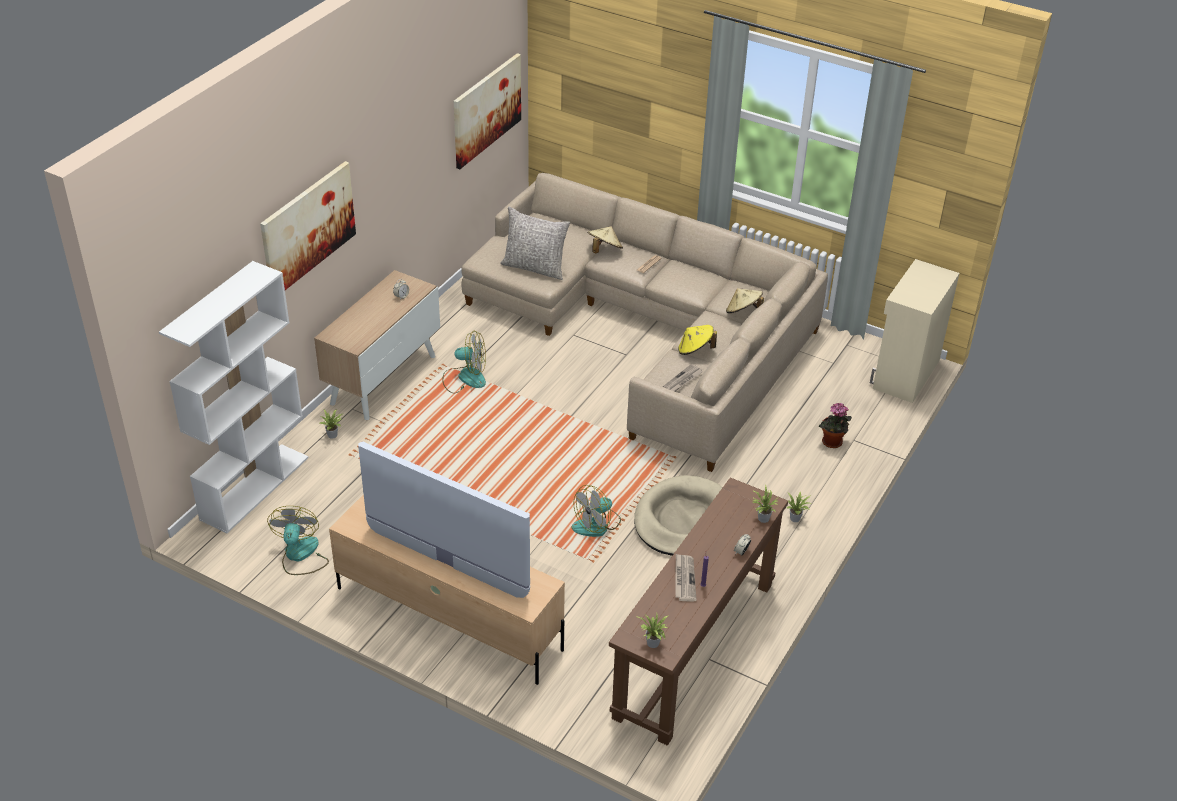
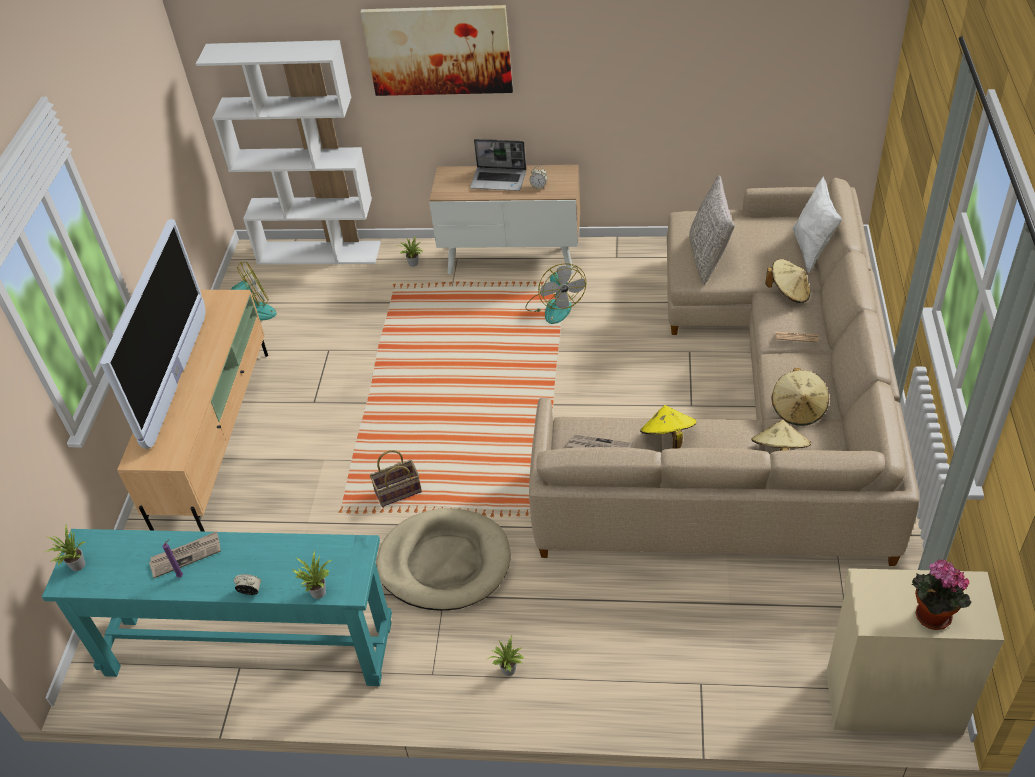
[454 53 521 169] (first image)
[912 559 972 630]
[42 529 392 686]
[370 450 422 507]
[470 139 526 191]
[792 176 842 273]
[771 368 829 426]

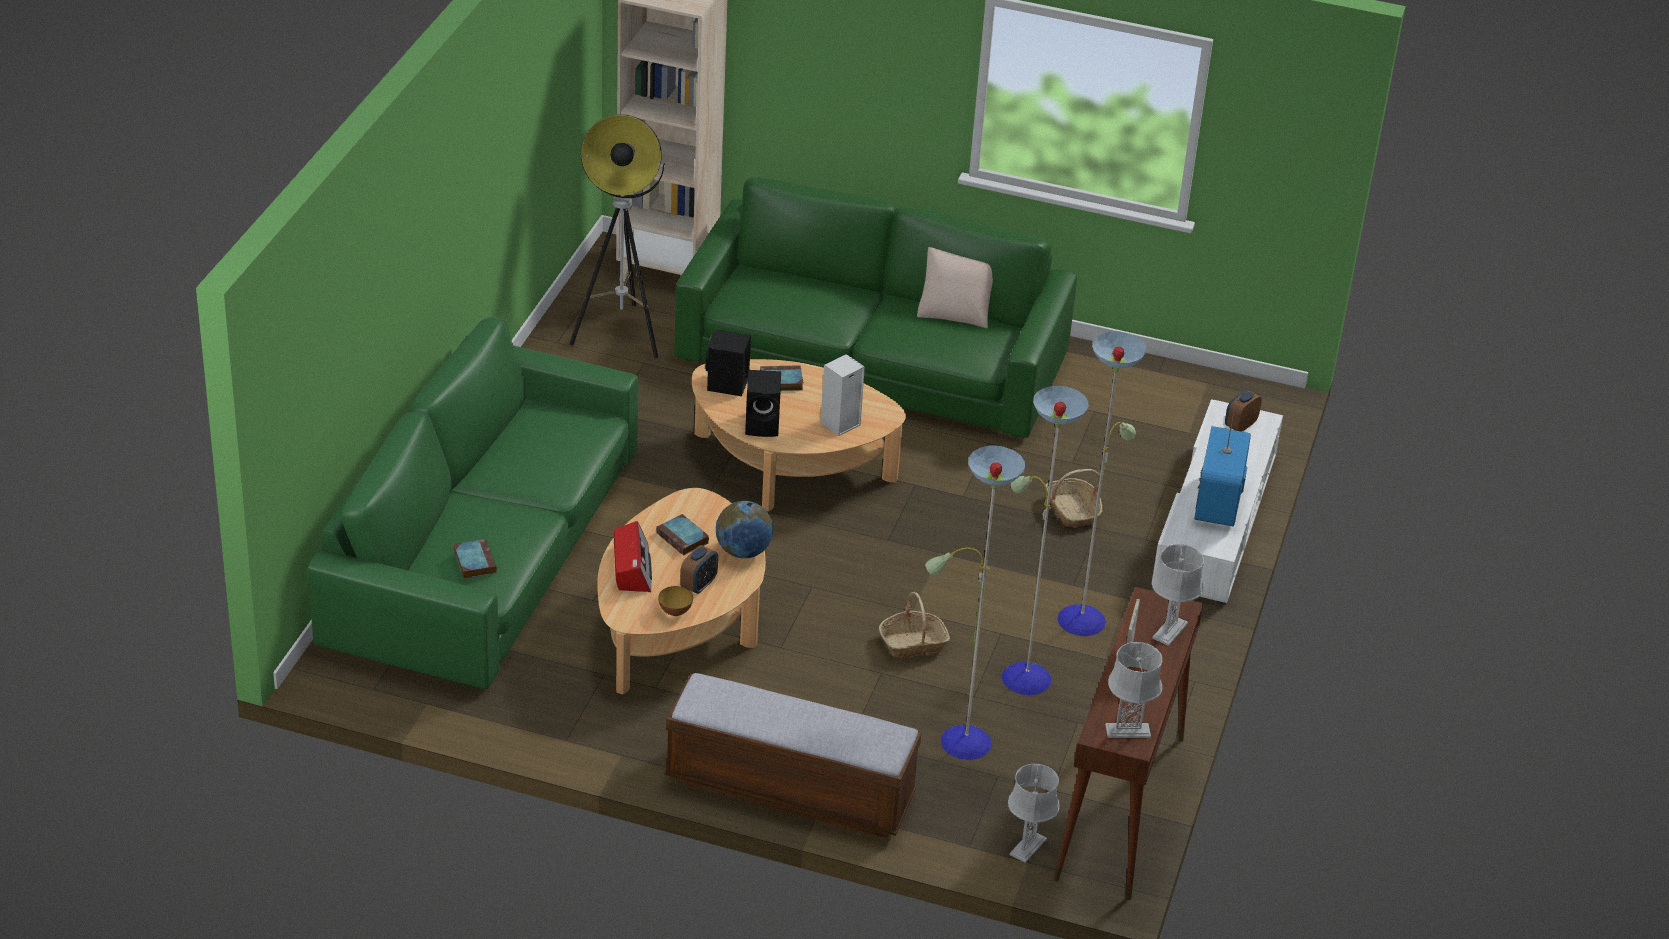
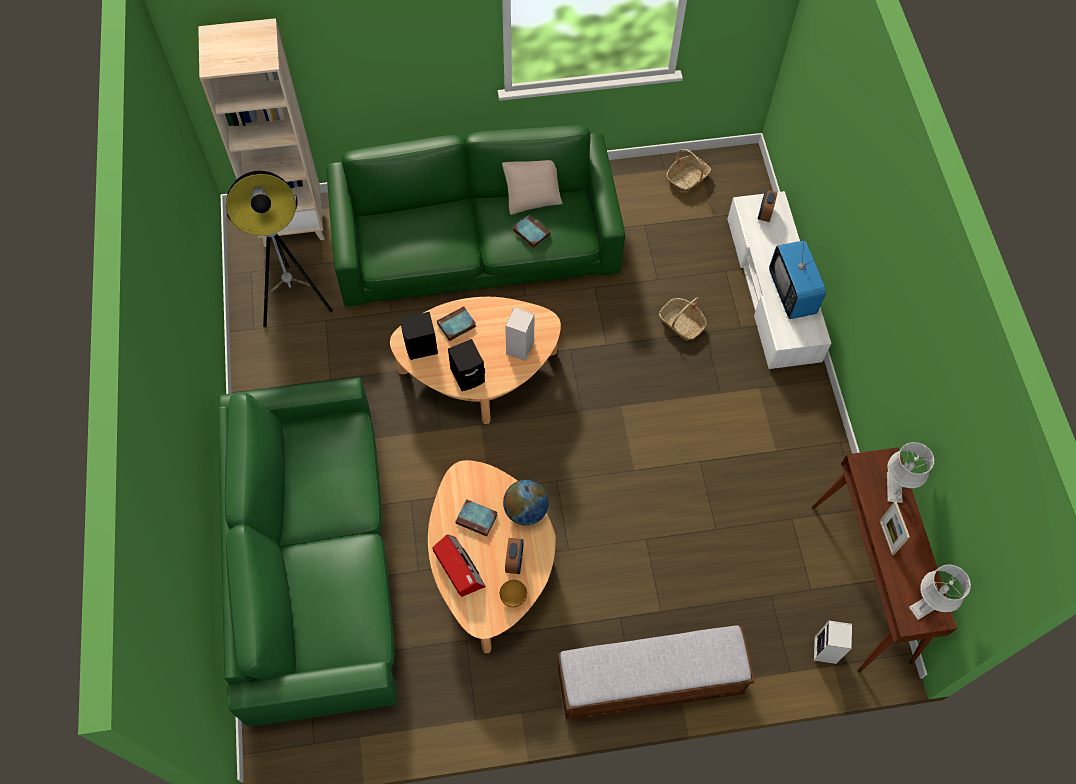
[925 331 1146 760] (first image)
[513 215 550 248]
[666 149 711 193]
[814 621 852 664]

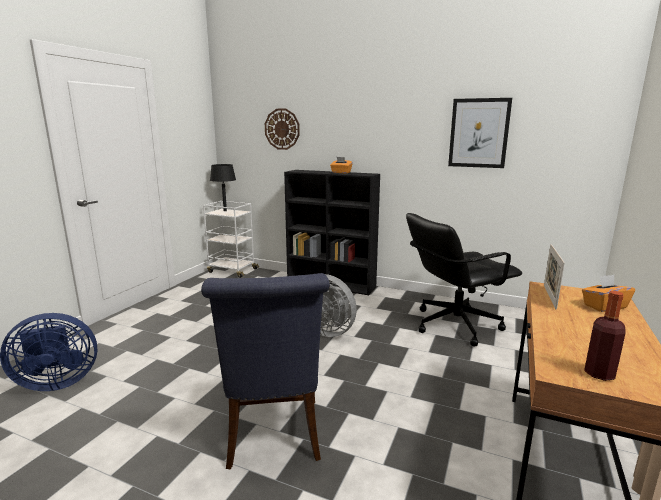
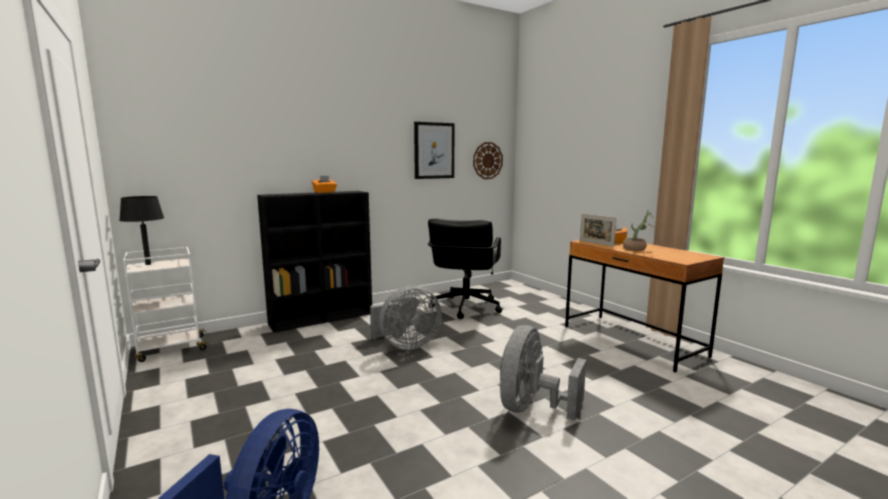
[473 142 503 179]
[500 325 586 420]
[584 291 626 381] (first image)
[623 210 654 251]

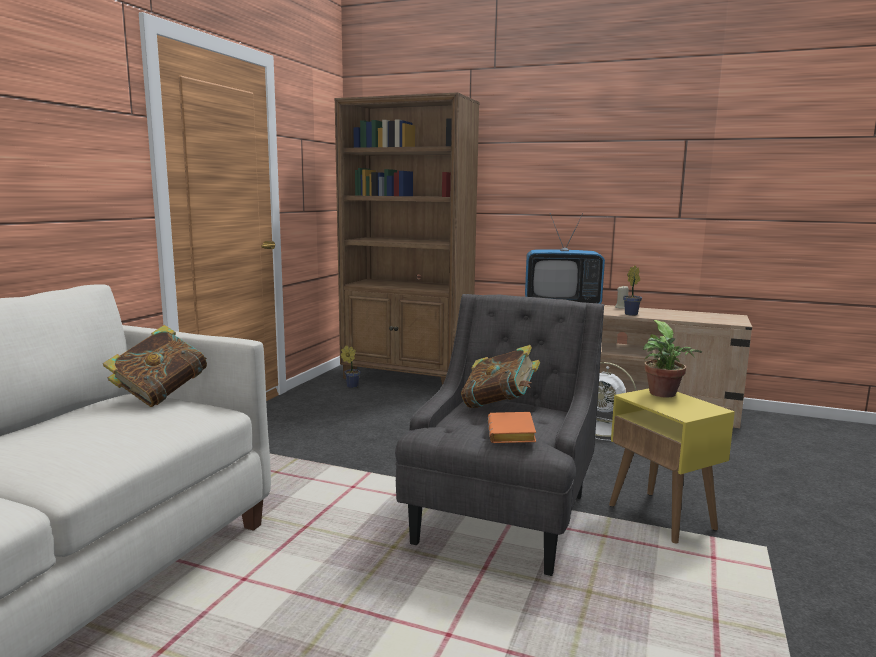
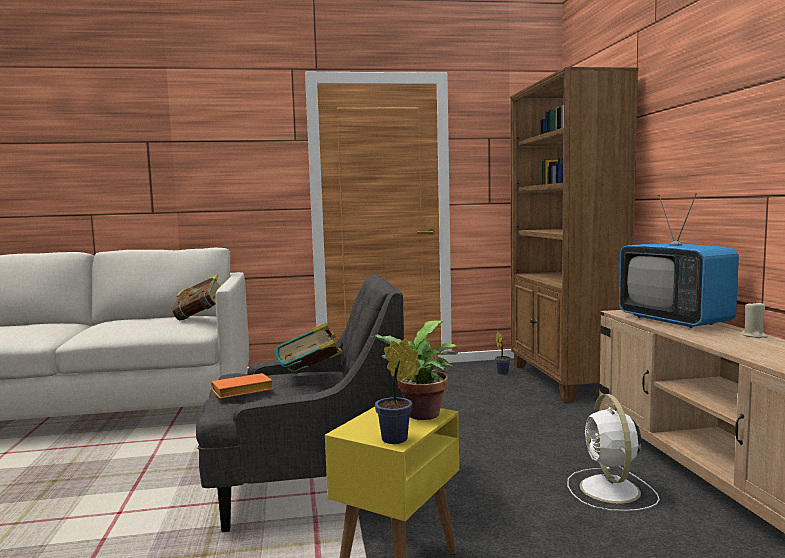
[375 339 421 444]

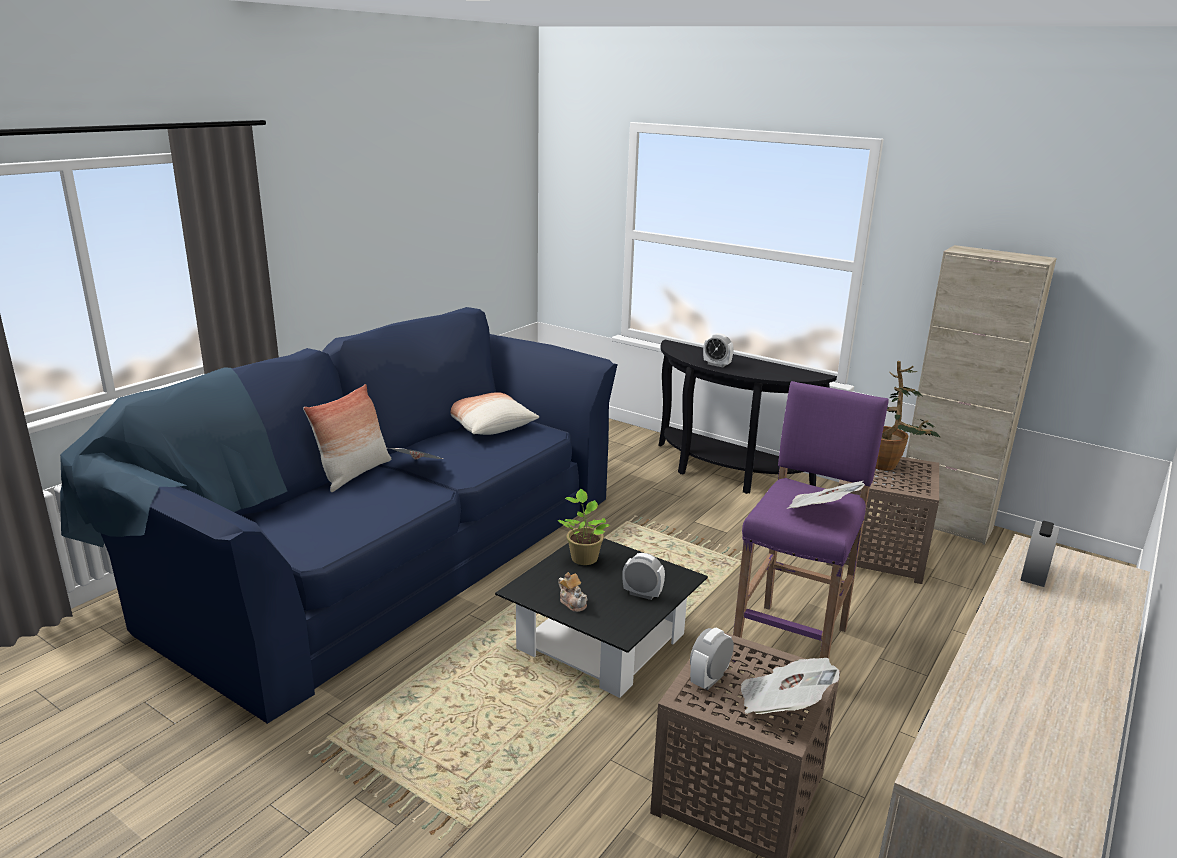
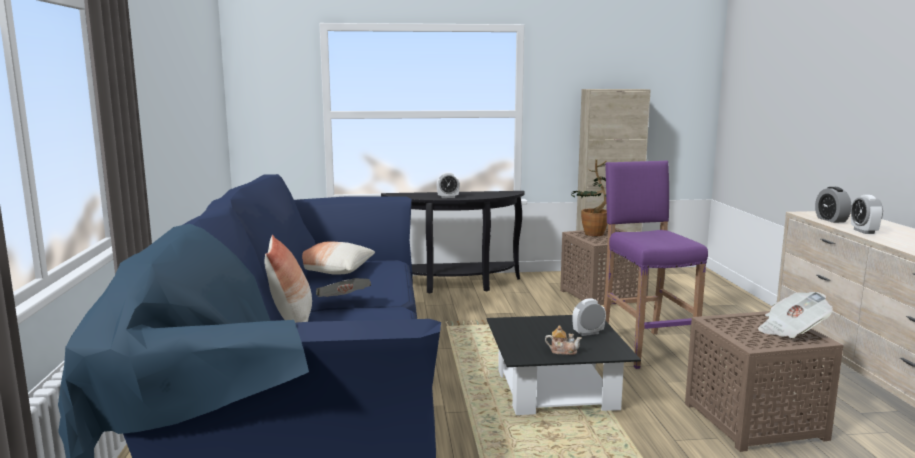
[786 481 865 509] (first image)
[557 489 610 565] (first image)
[851 195 883 234]

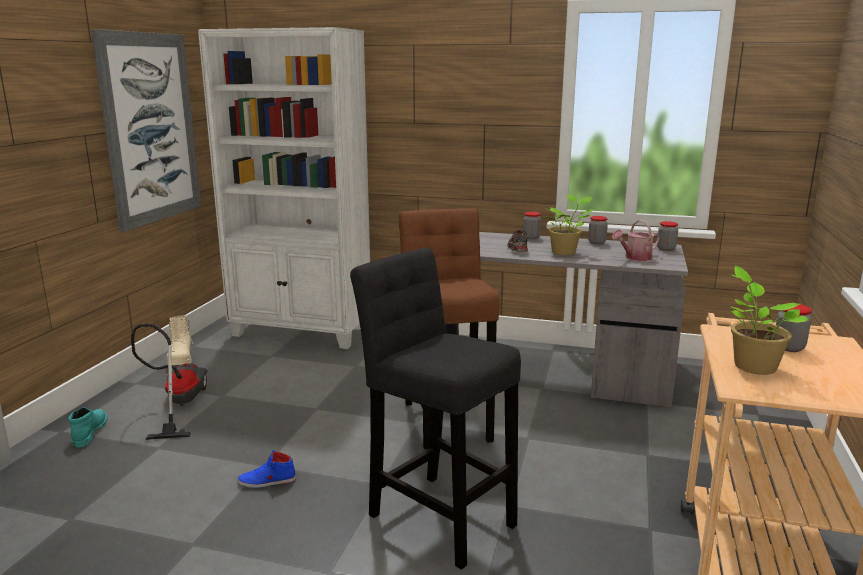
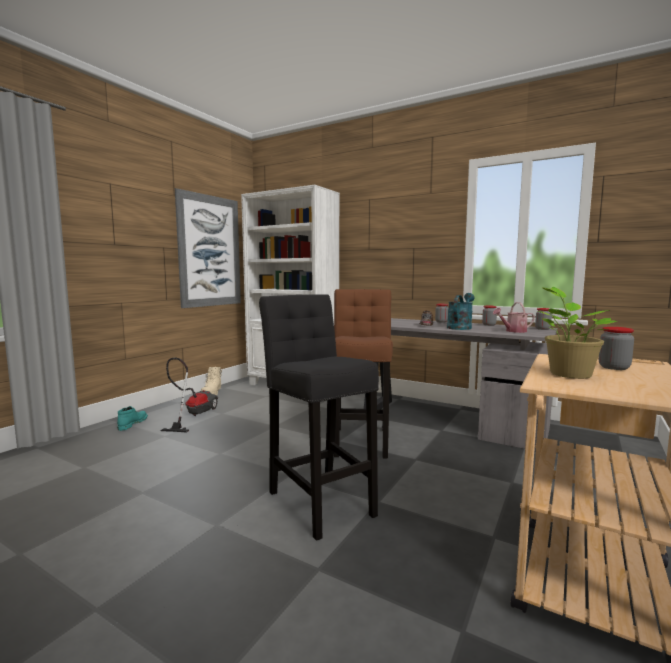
[447 293 475 330]
[238 450 296 488] (first image)

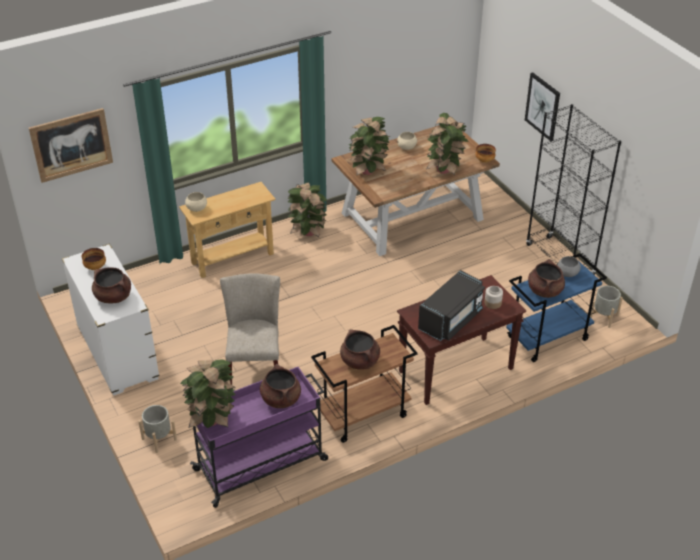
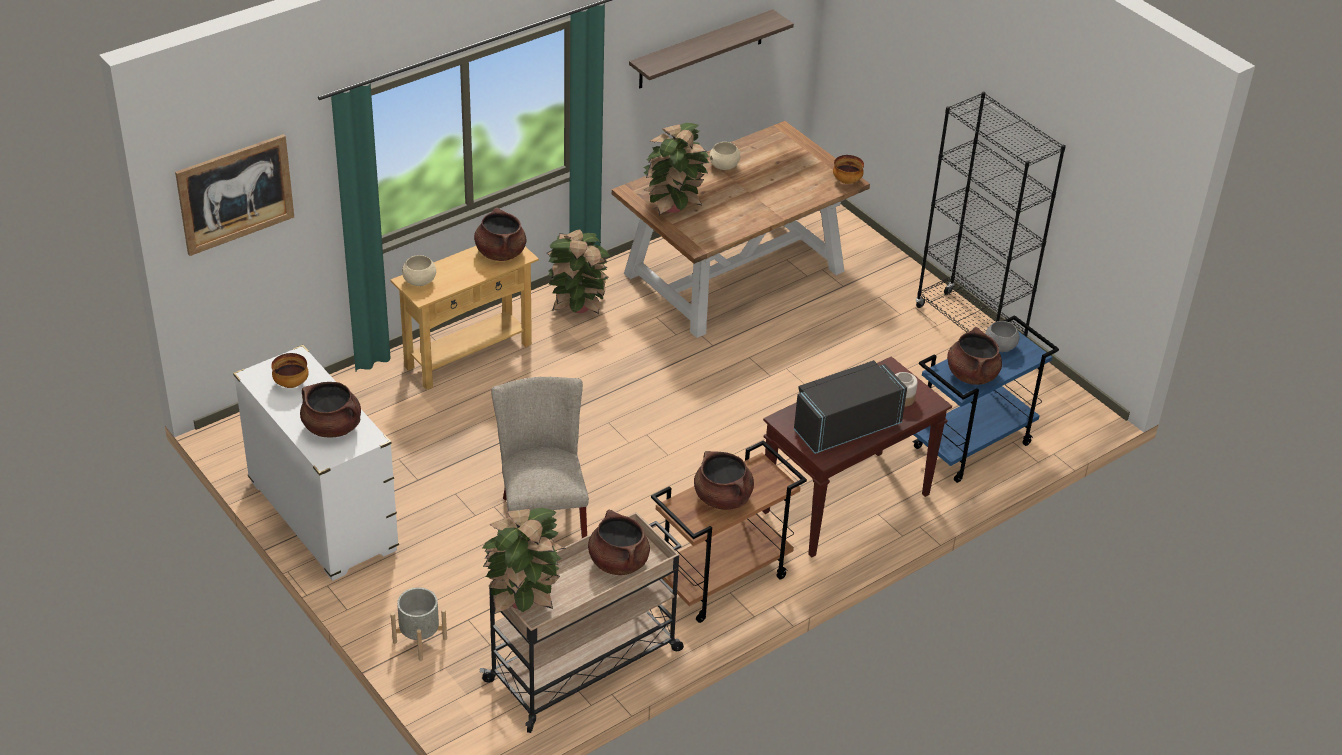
[525 72 560 141] (first image)
[426 113 469 175] (first image)
[794 360 907 454]
[590 286 623 328] (first image)
[480 512 684 733]
[629 9 794 88]
[474 207 527 261]

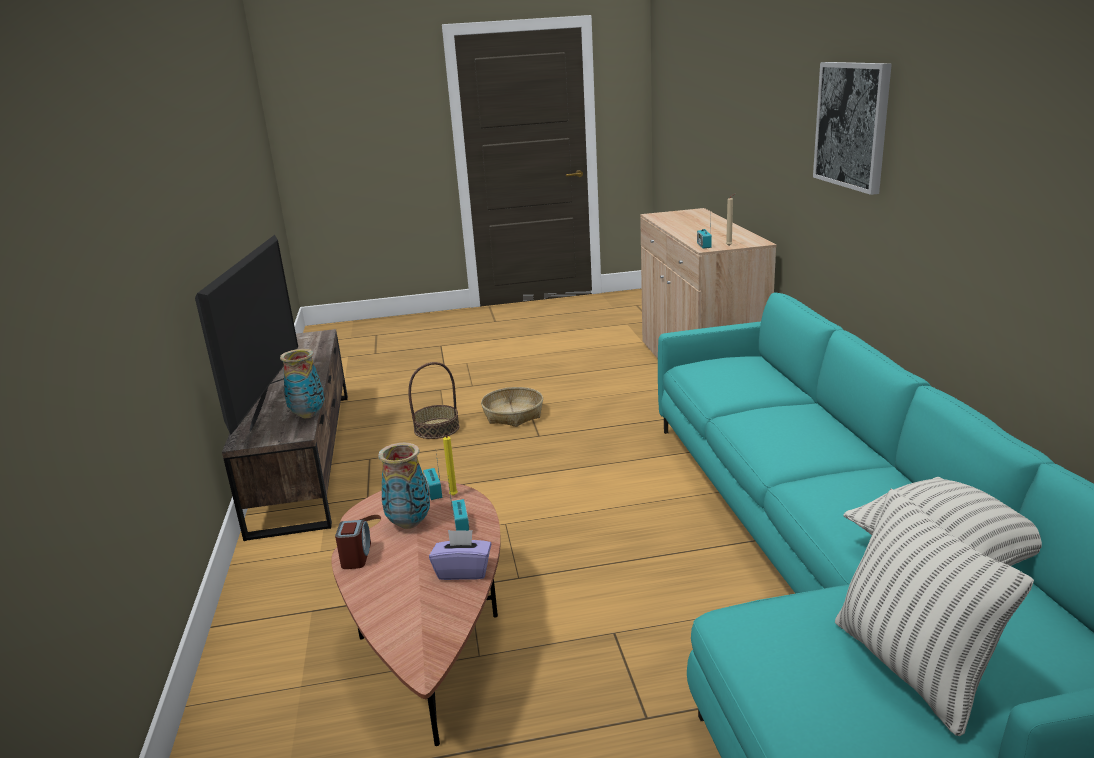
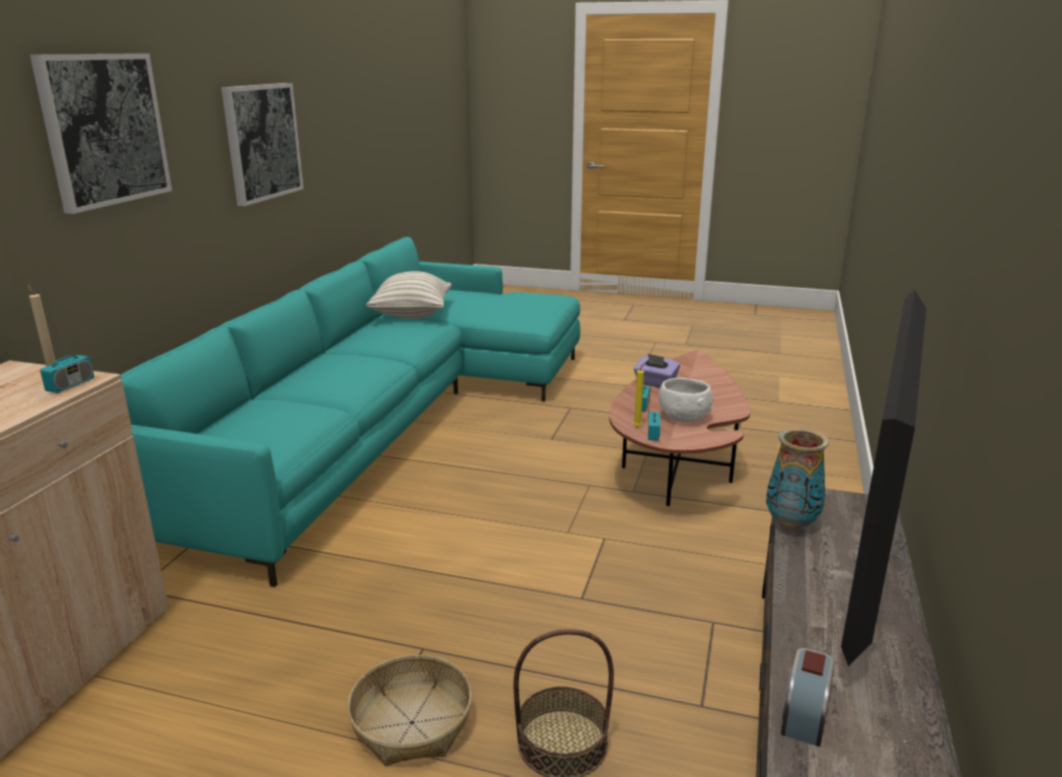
[659 378 713 422]
[835 489 1034 736] (first image)
[781 648 835 747]
[221 83 304 206]

